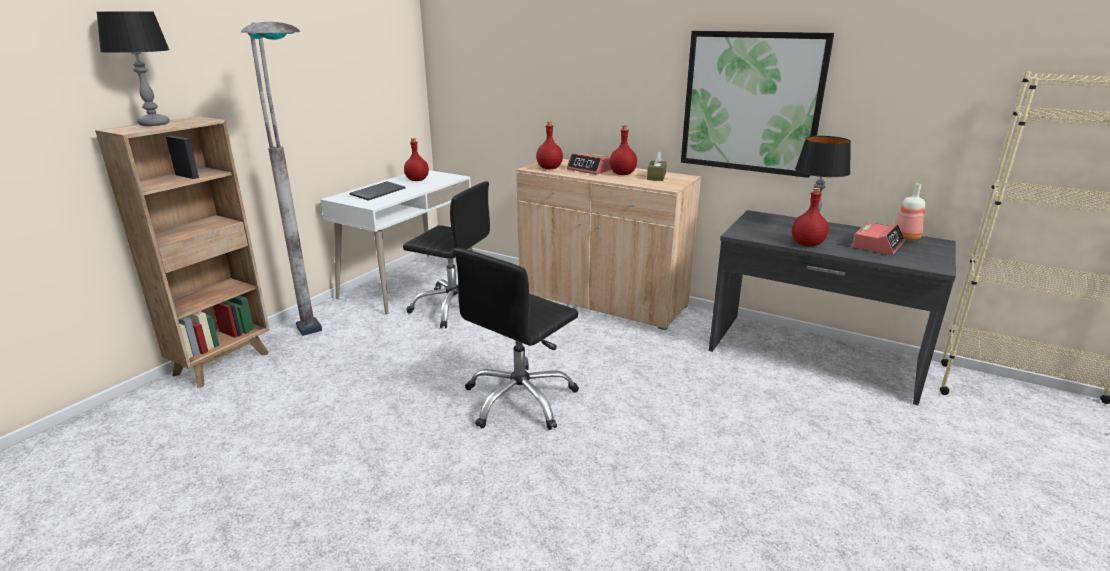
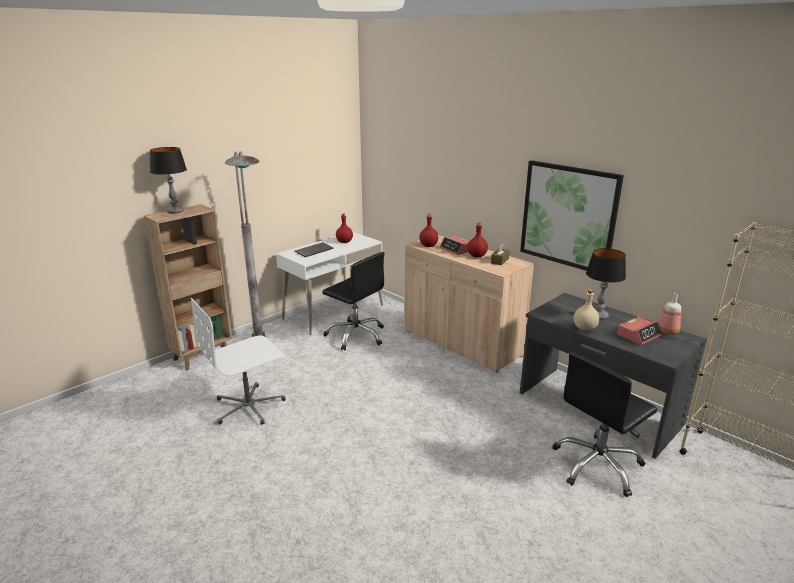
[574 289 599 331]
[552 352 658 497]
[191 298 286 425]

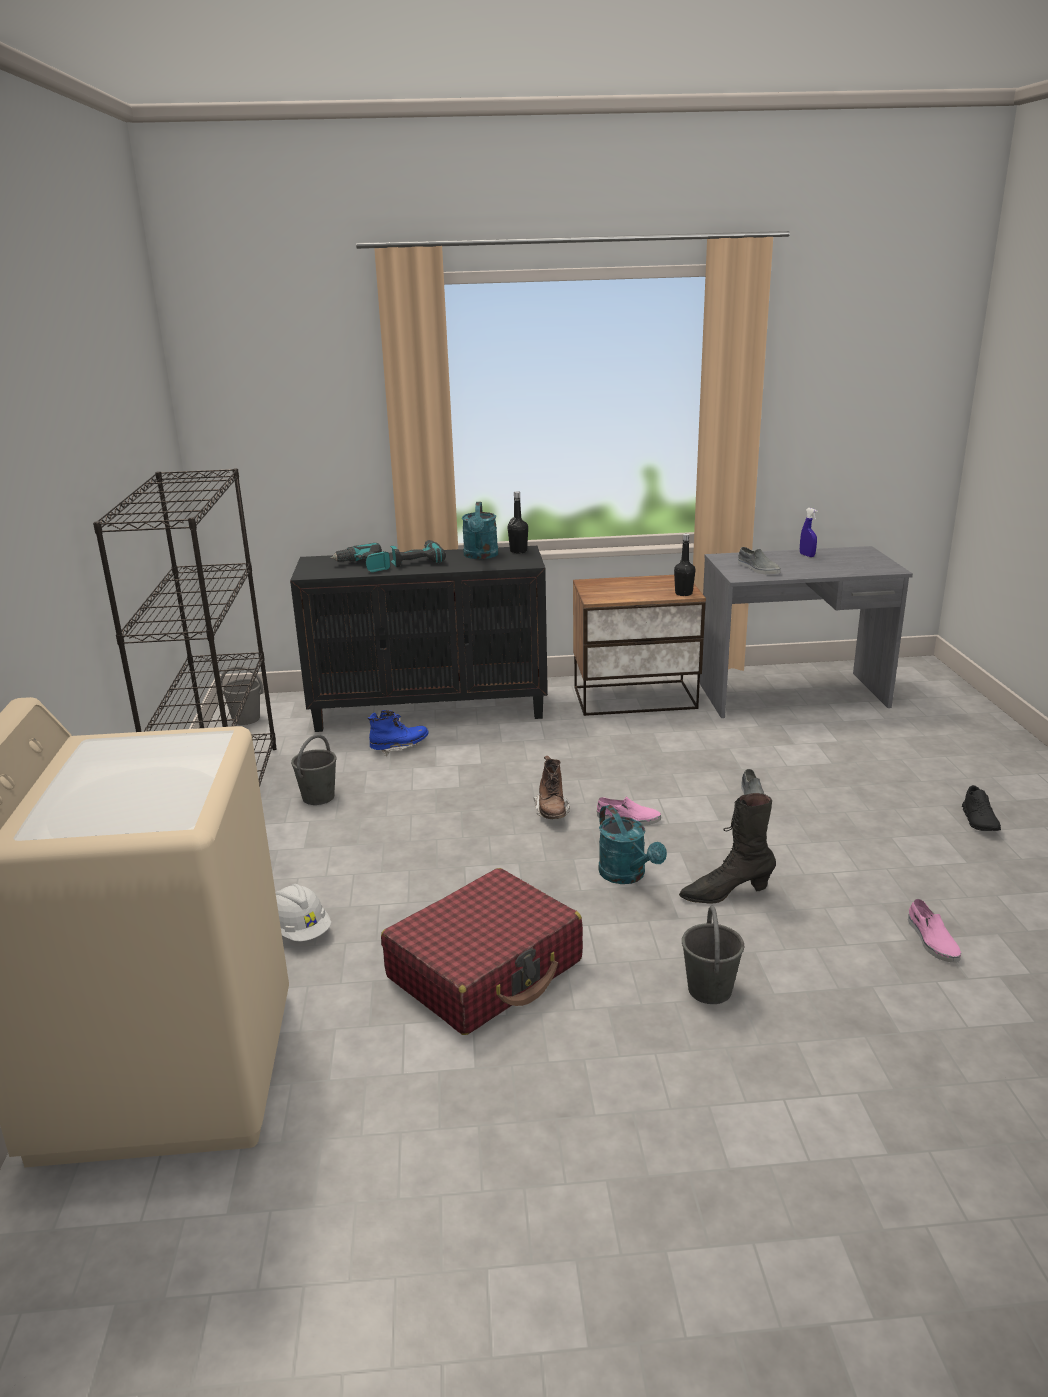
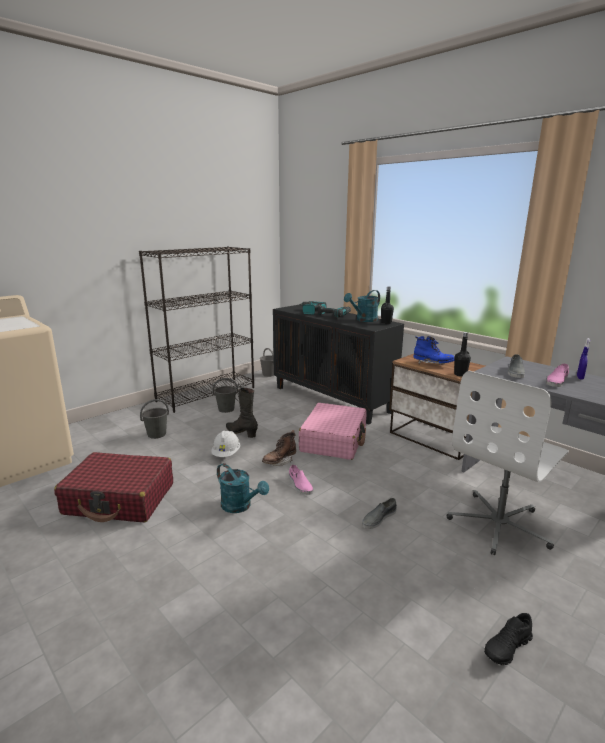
[413 336 455 365]
[226 387 258 438]
[217 463 269 513]
[212 431 240 457]
[546 363 569 387]
[140 399 169 439]
[447 371 569 555]
[299 403 367 460]

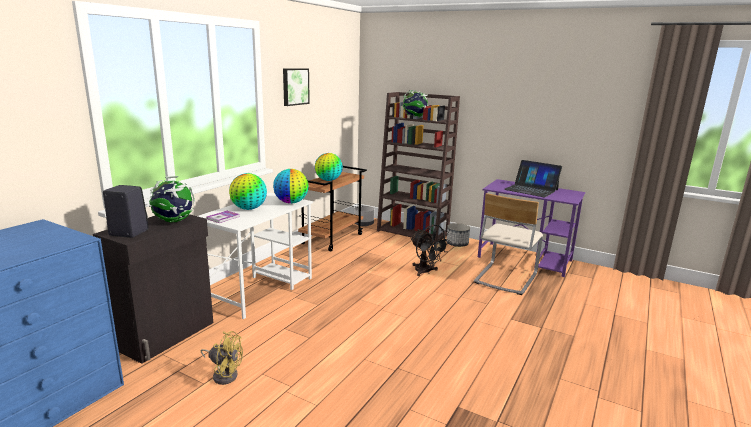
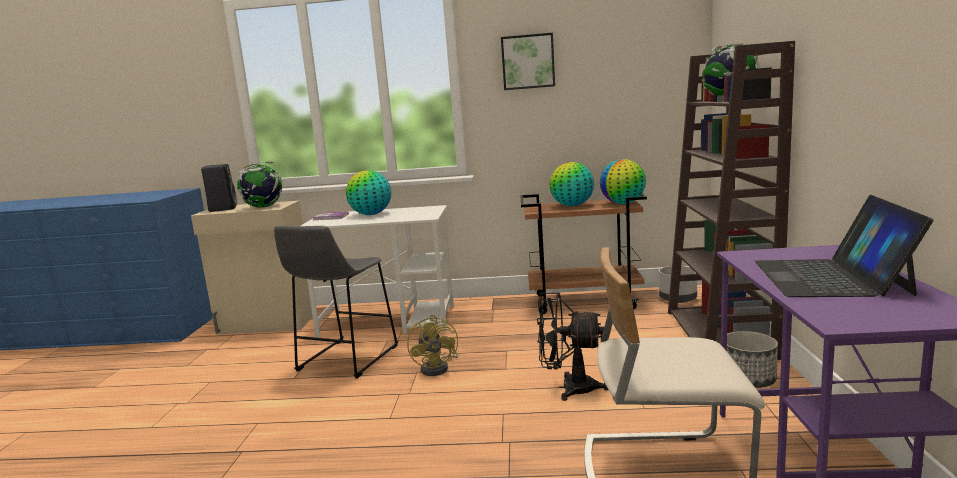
[600 159 646 204]
[191 201 313 334]
[537 292 608 401]
[407 315 459 376]
[274 225 398 379]

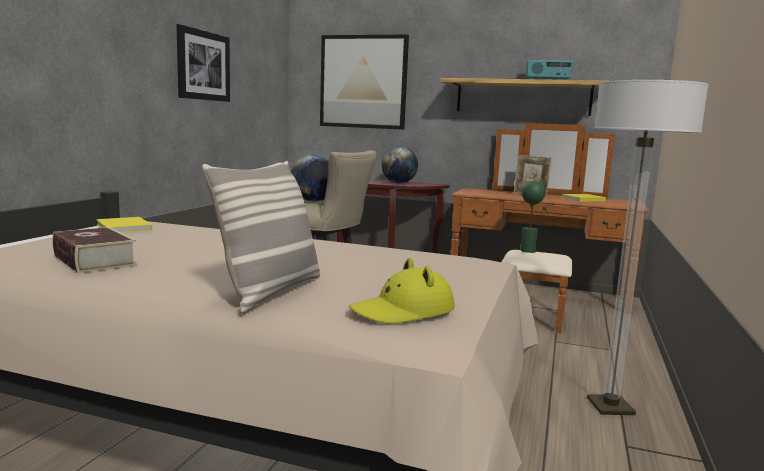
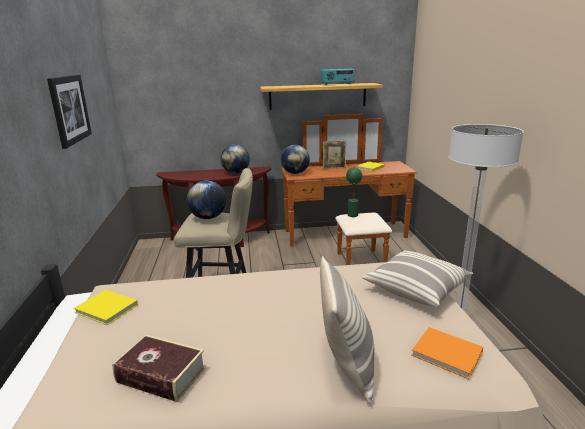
[320 35 409 130] (first image)
[411 327 483 379]
[281 145 310 174]
[362 250 473 307]

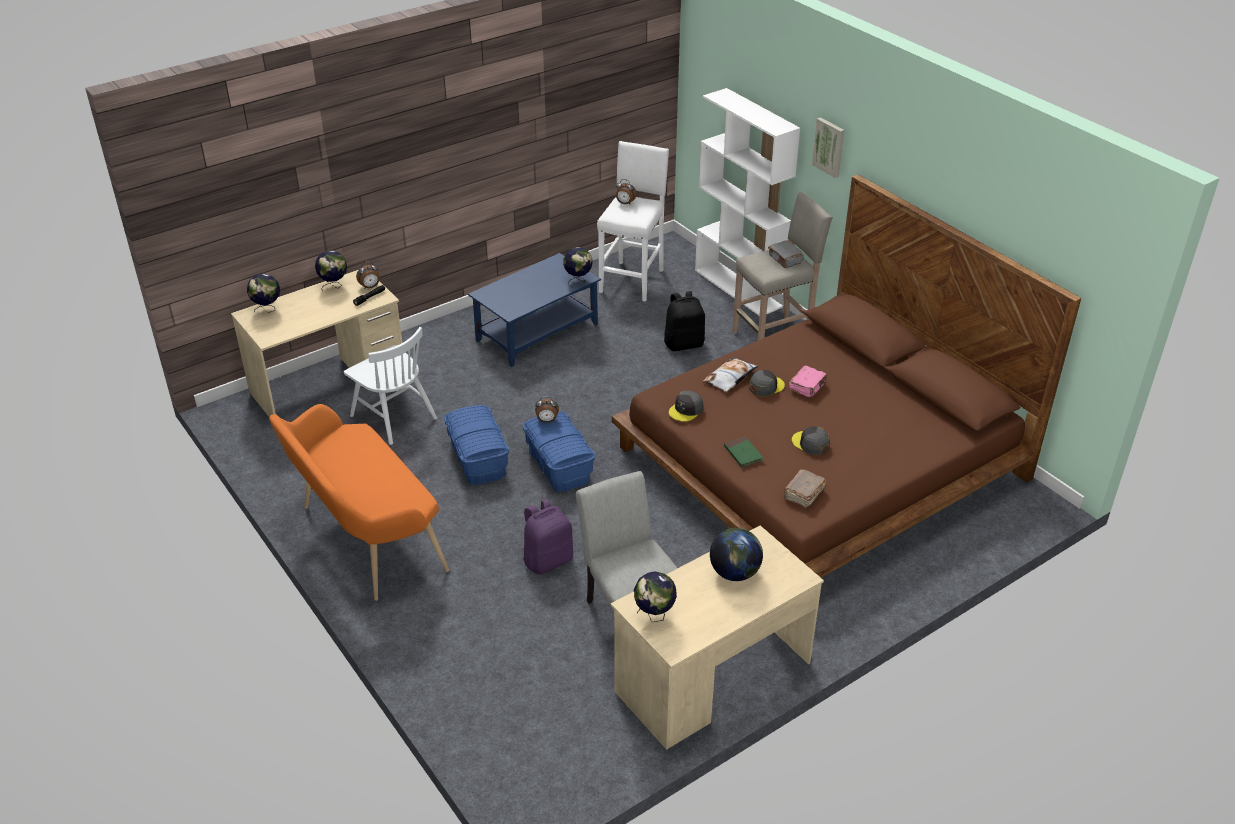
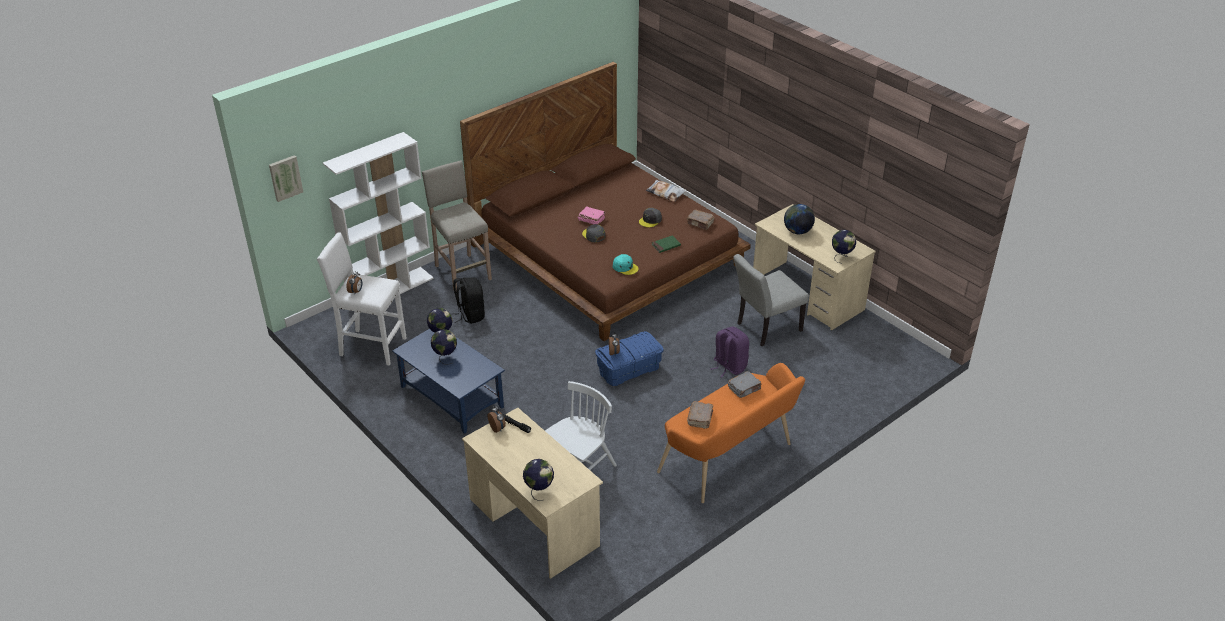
[269 155 303 202]
[728 371 762 398]
[431 329 457 365]
[646 180 687 202]
[613 254 639 275]
[444 405 509 485] (first image)
[687 401 713 429]

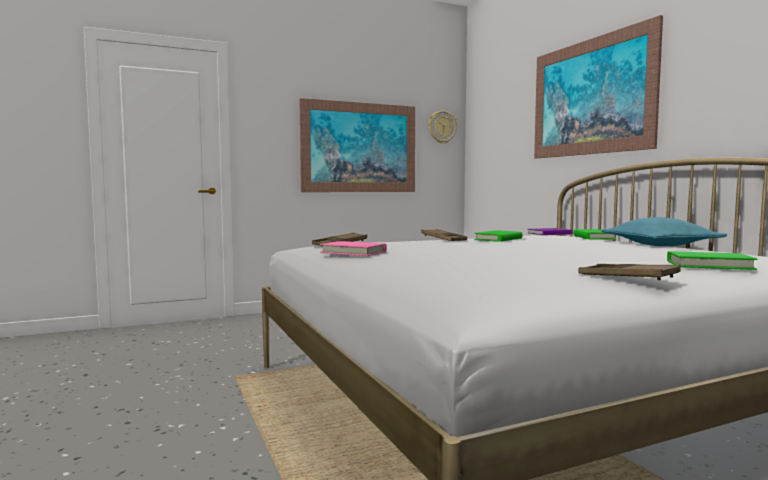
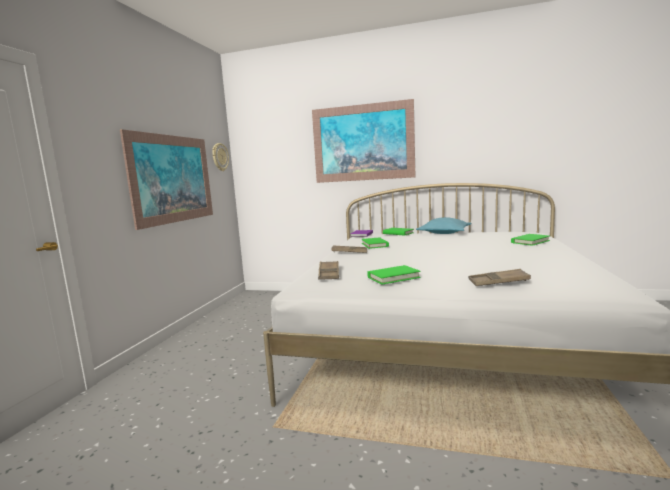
[367 265 421 285]
[469 269 531 286]

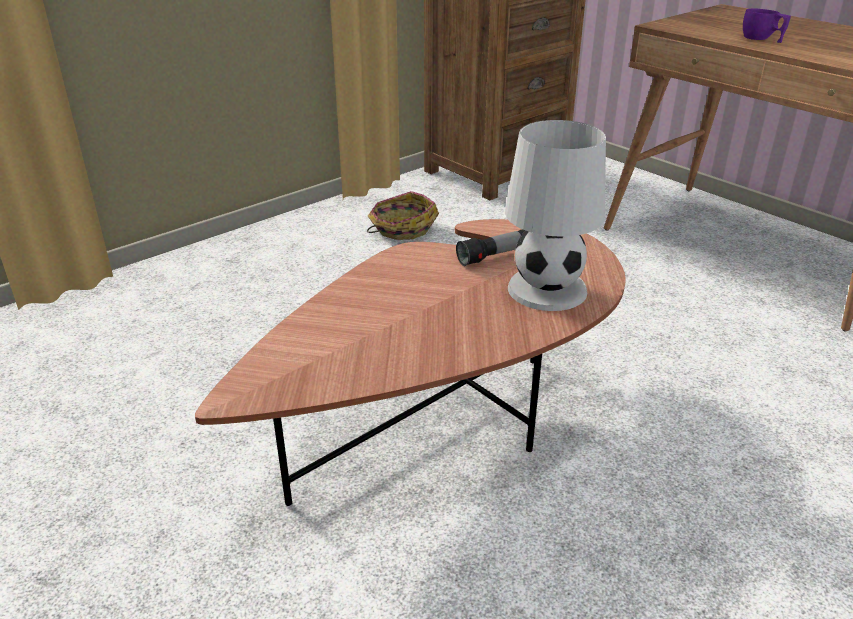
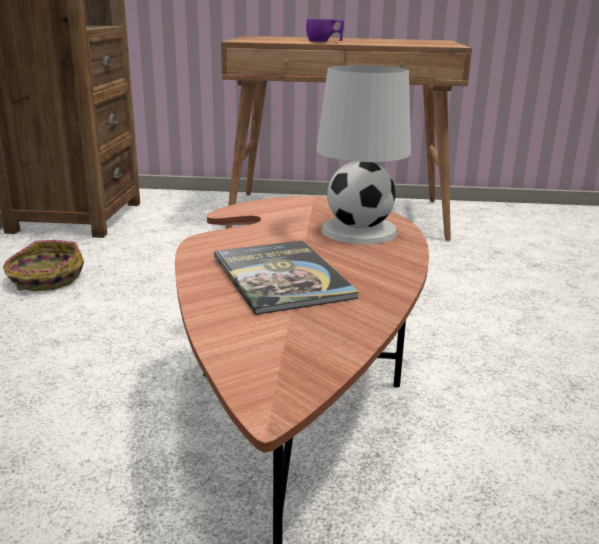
[456 229 525 266] (first image)
[214 240 359 315]

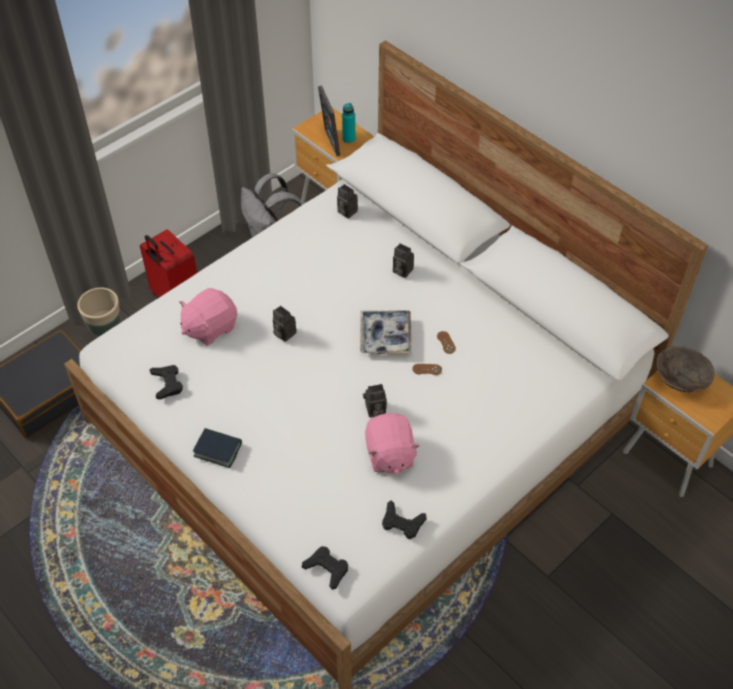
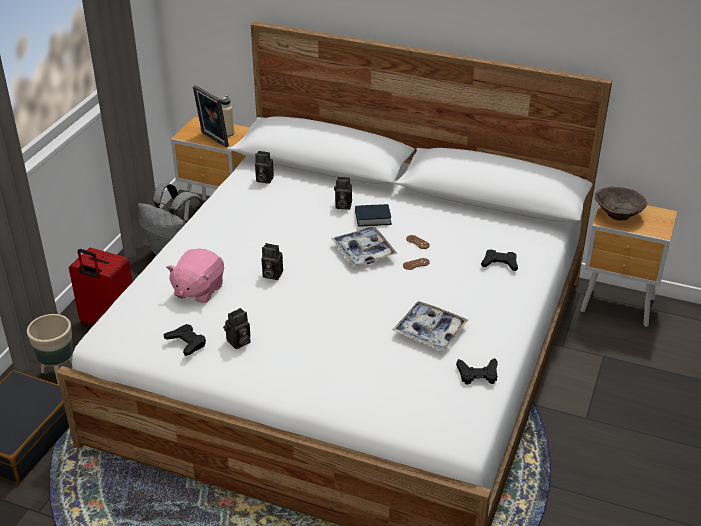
[221 95 234 137]
[223 308 250 349]
[393 301 468 350]
[355 204 392 226]
[481 249 518 271]

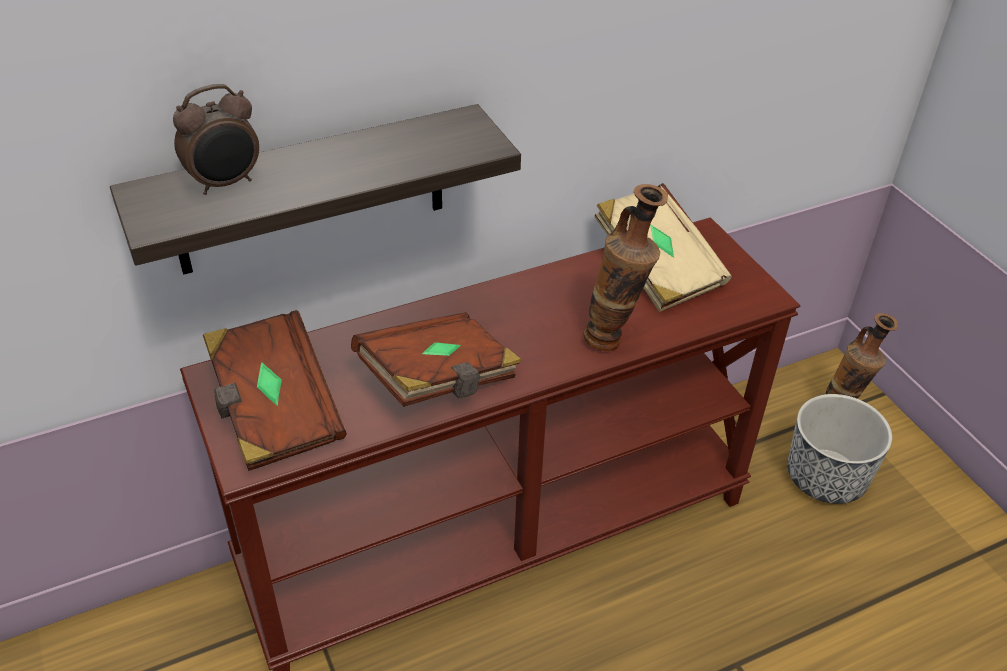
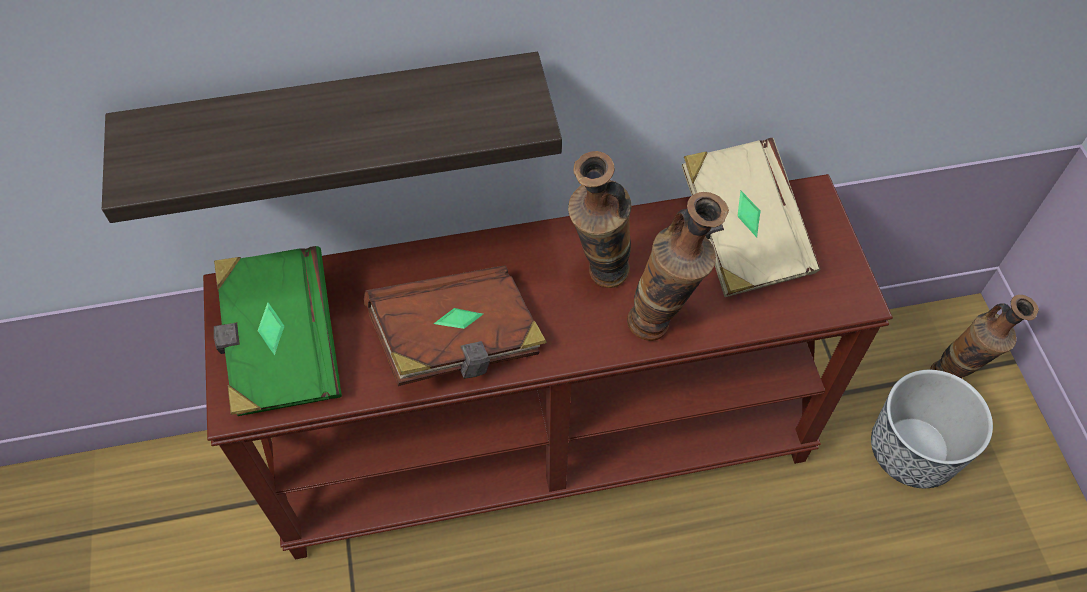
[173 84 259 195] (first image)
[214 246 342 416]
[568 151 631 288]

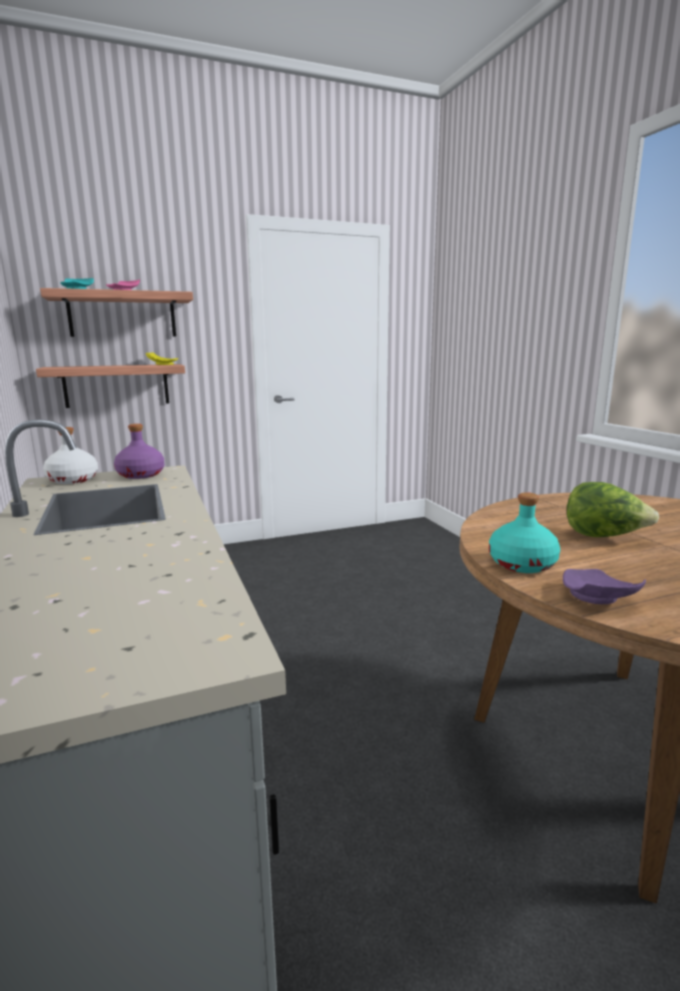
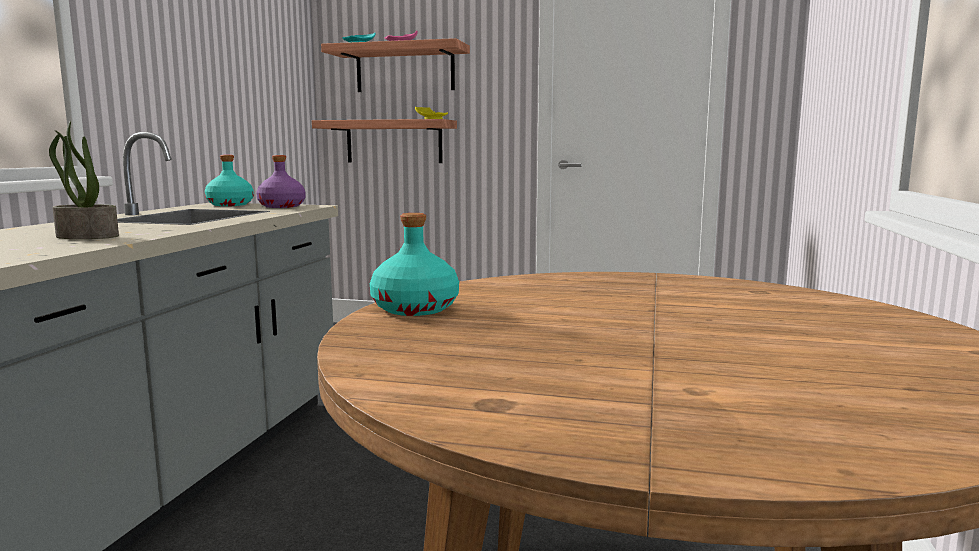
[205 155 254 206]
[567 482 659 537] (first image)
[563 569 646 604] (first image)
[49 121 119 239]

